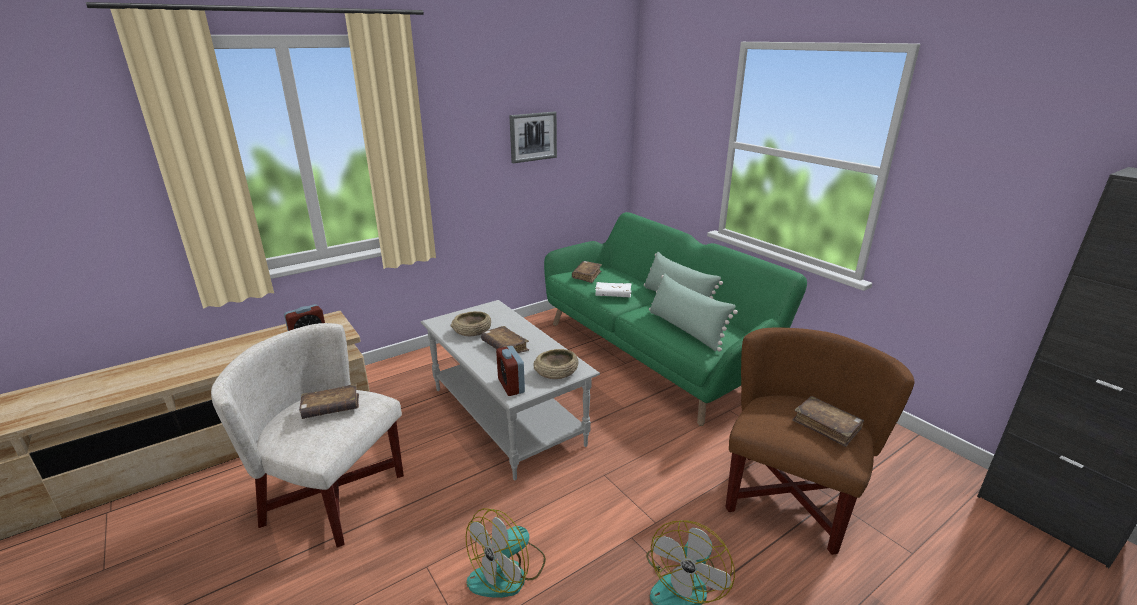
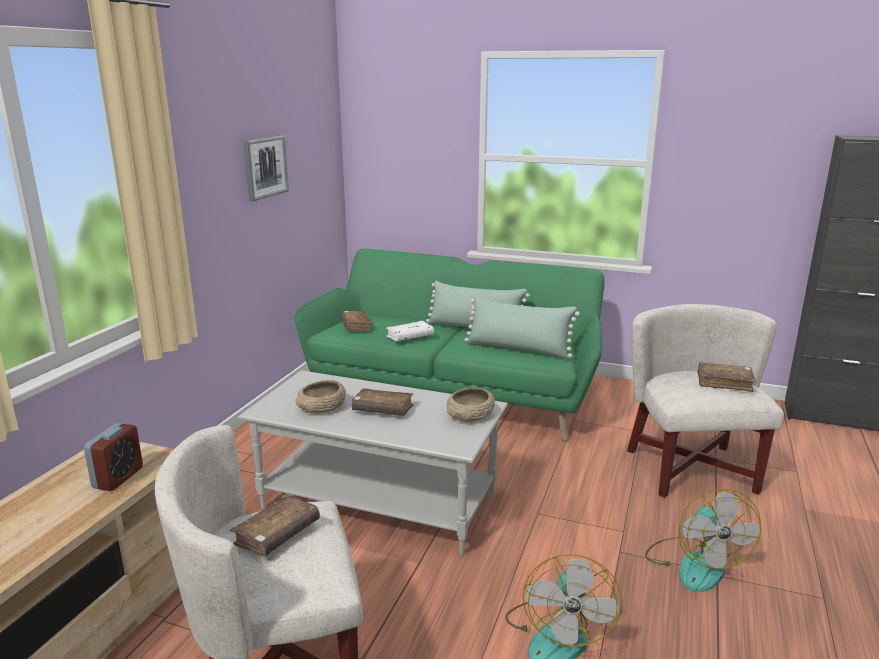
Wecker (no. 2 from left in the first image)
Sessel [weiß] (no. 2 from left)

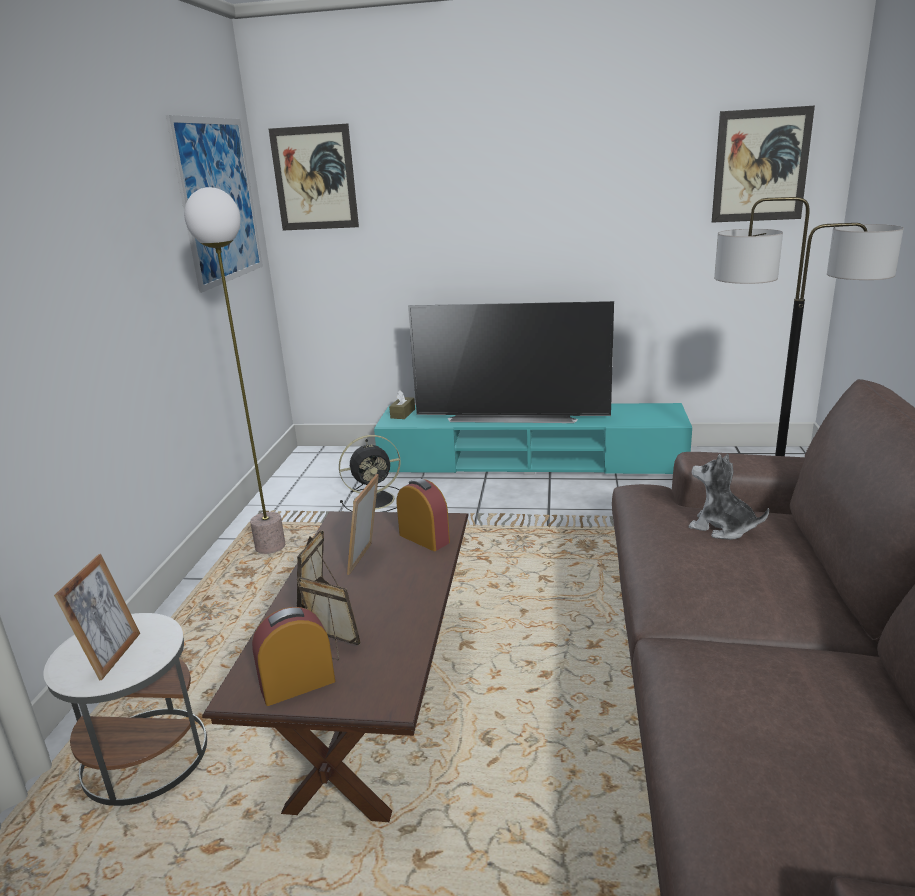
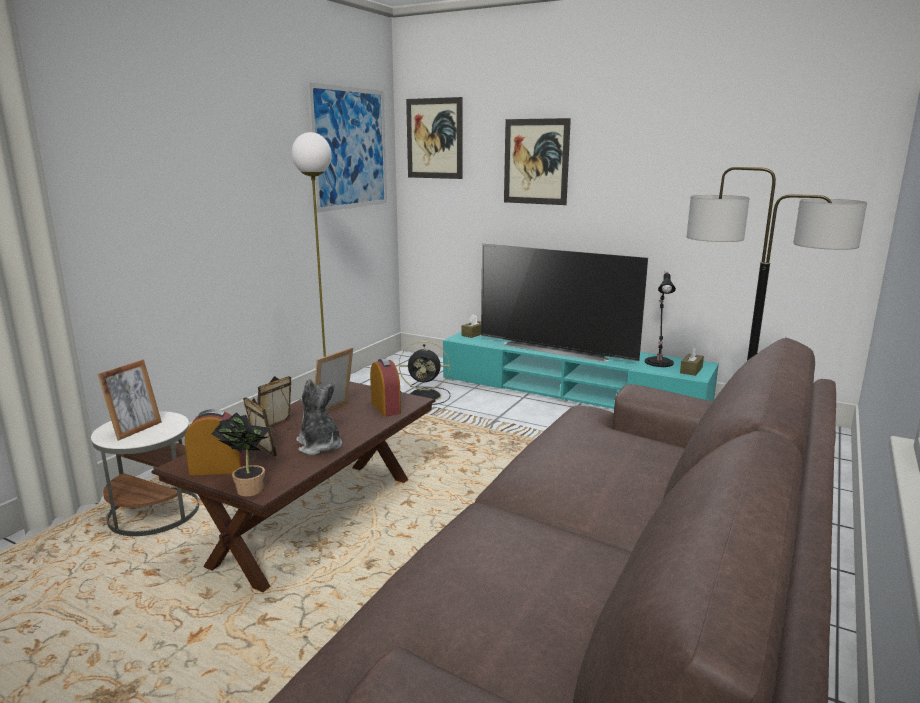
Plüschtier
Bild (no. 3 from left)
Topfpflanze
Tischlampe [schwarz]
Taschentuchbox [braun] (no. 2 from left)

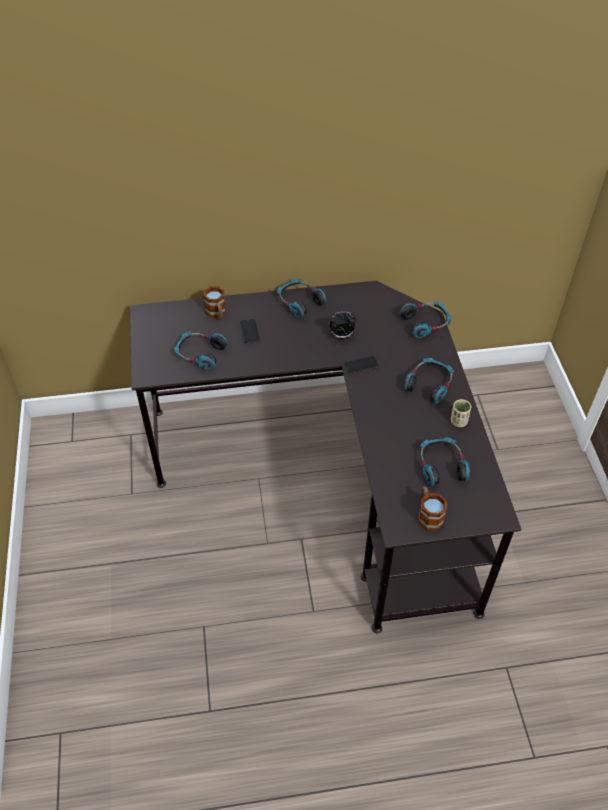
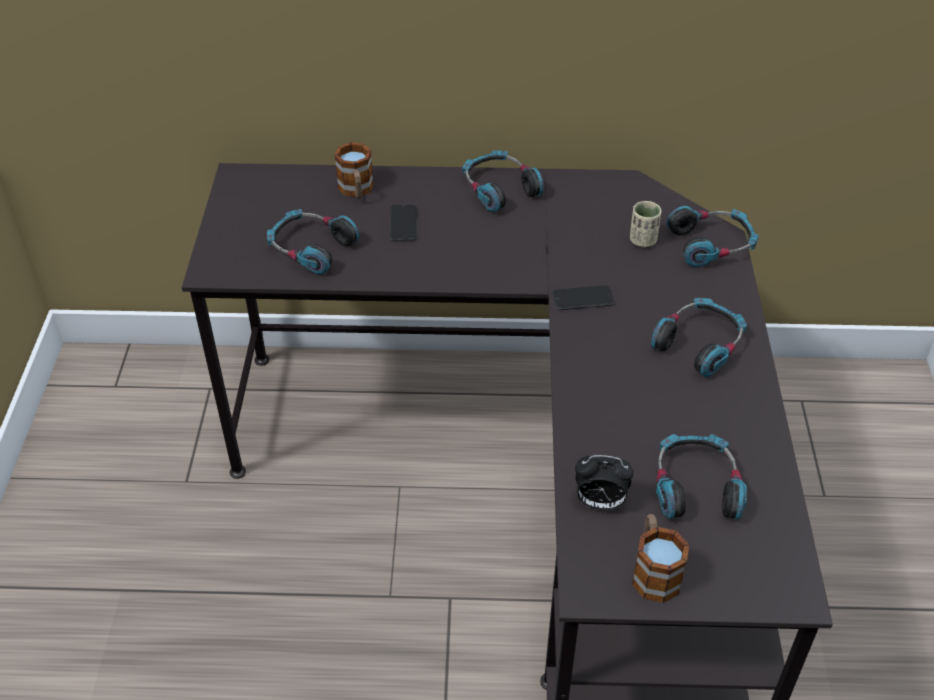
Wecker
Tasse [beige]

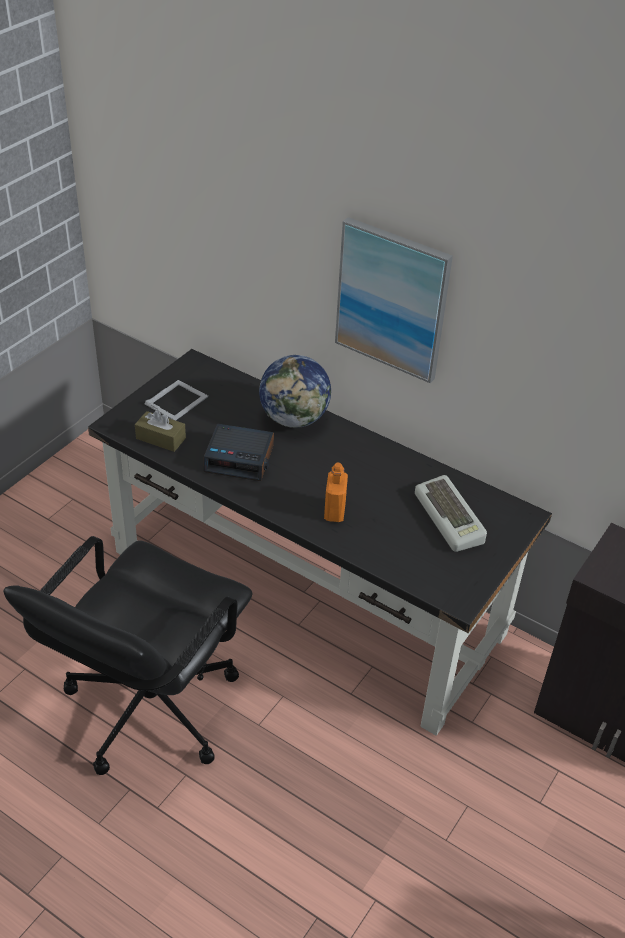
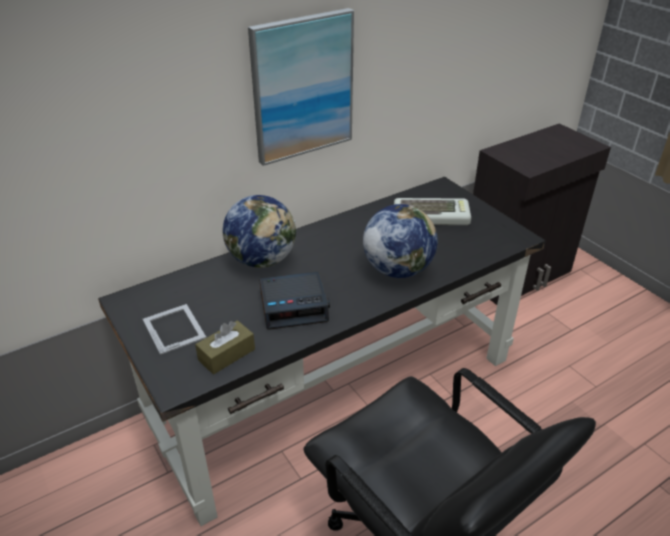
Wecker
Globus (no. 2 from left)

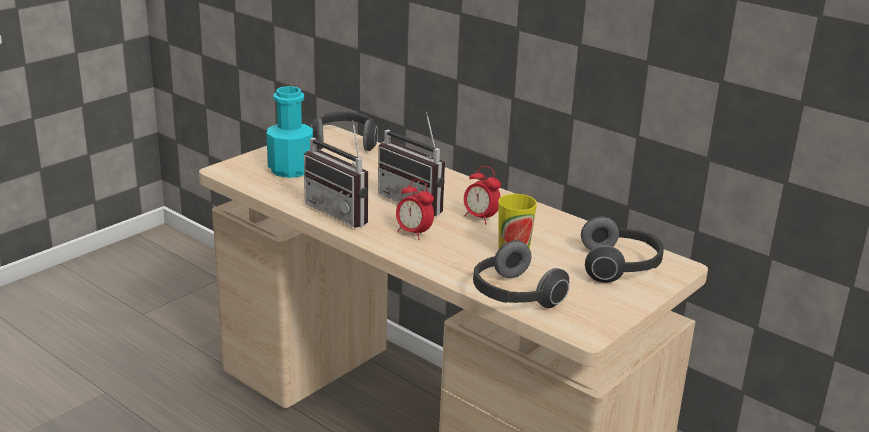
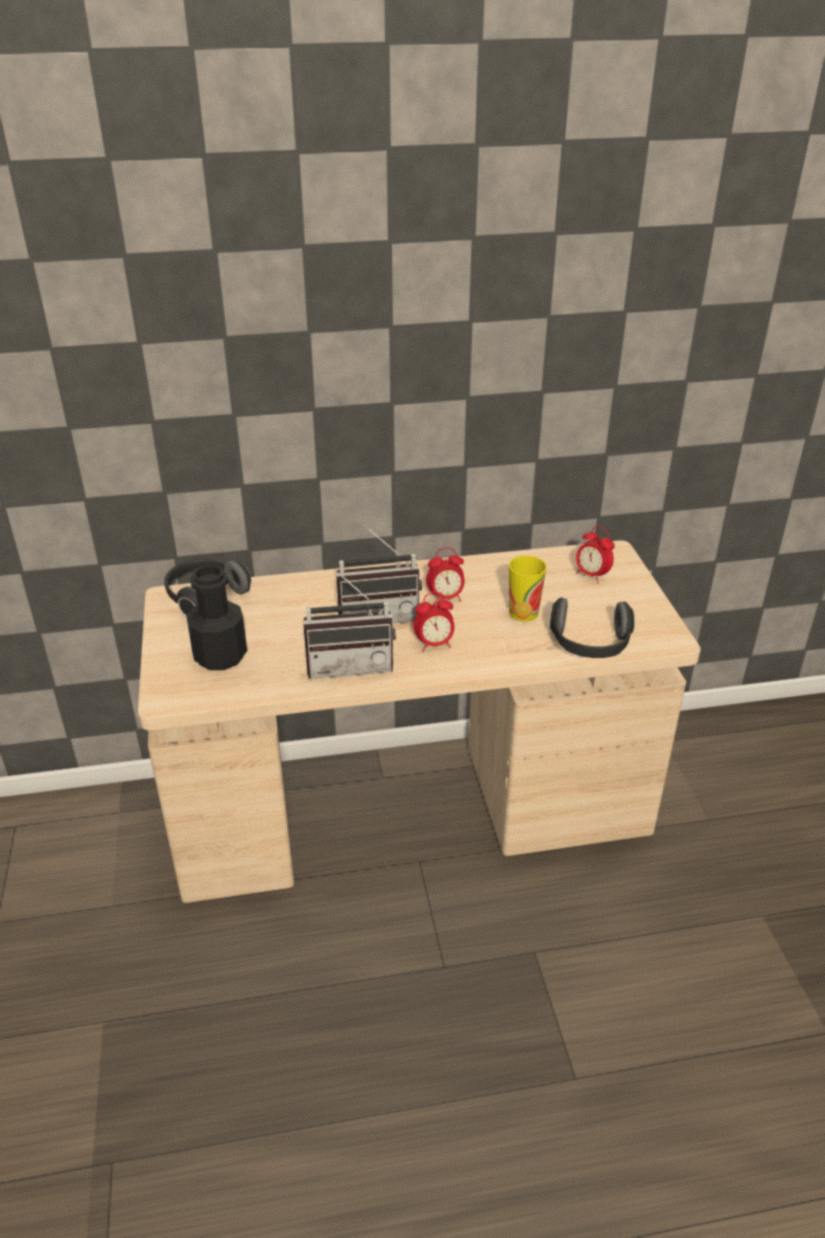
Flasche [schwarz]
Wecker (no. 3 from left)

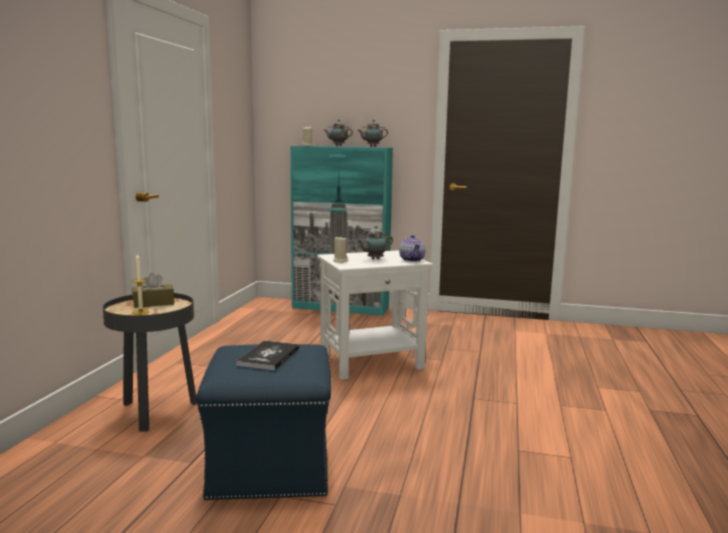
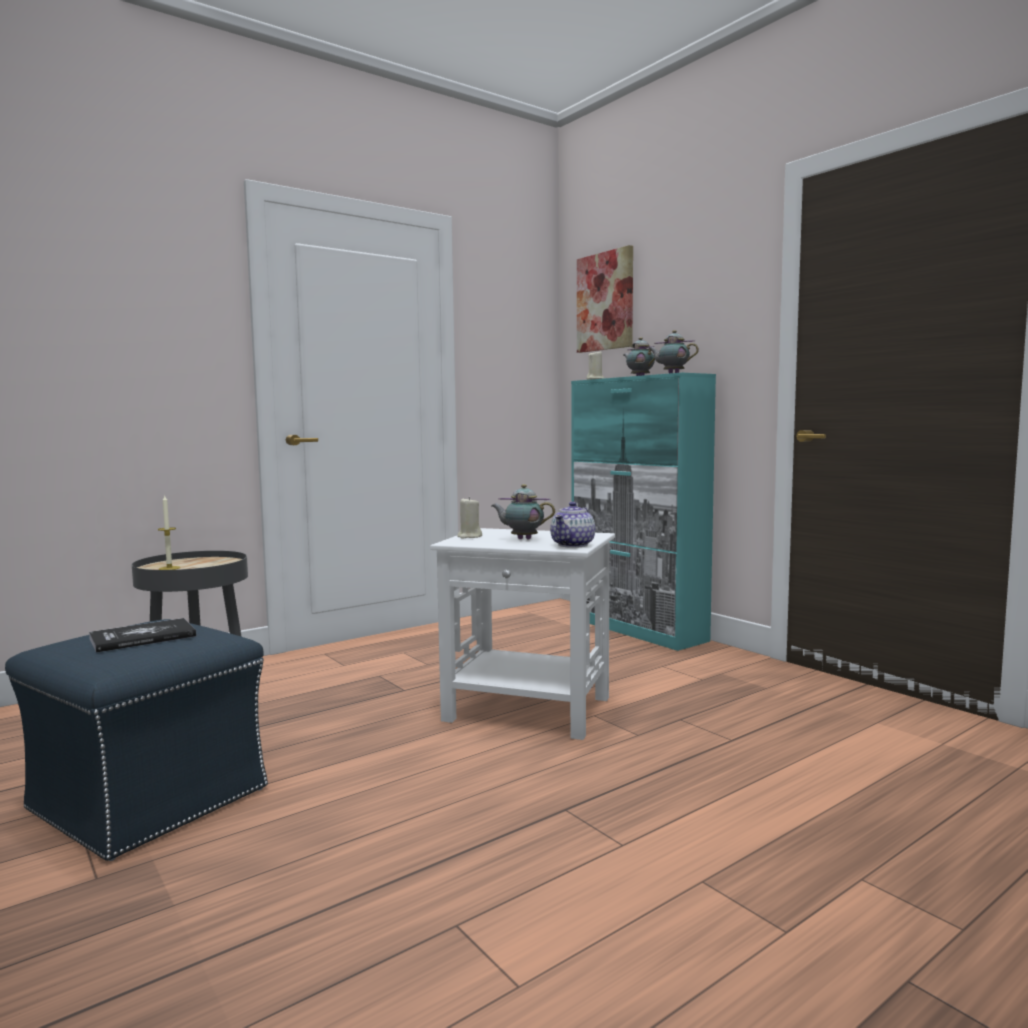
Taschentuchbox [braun]
Bild

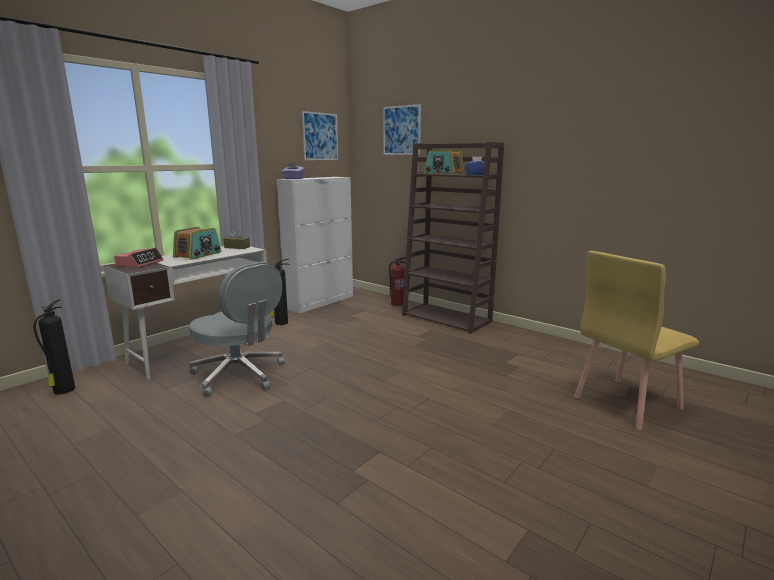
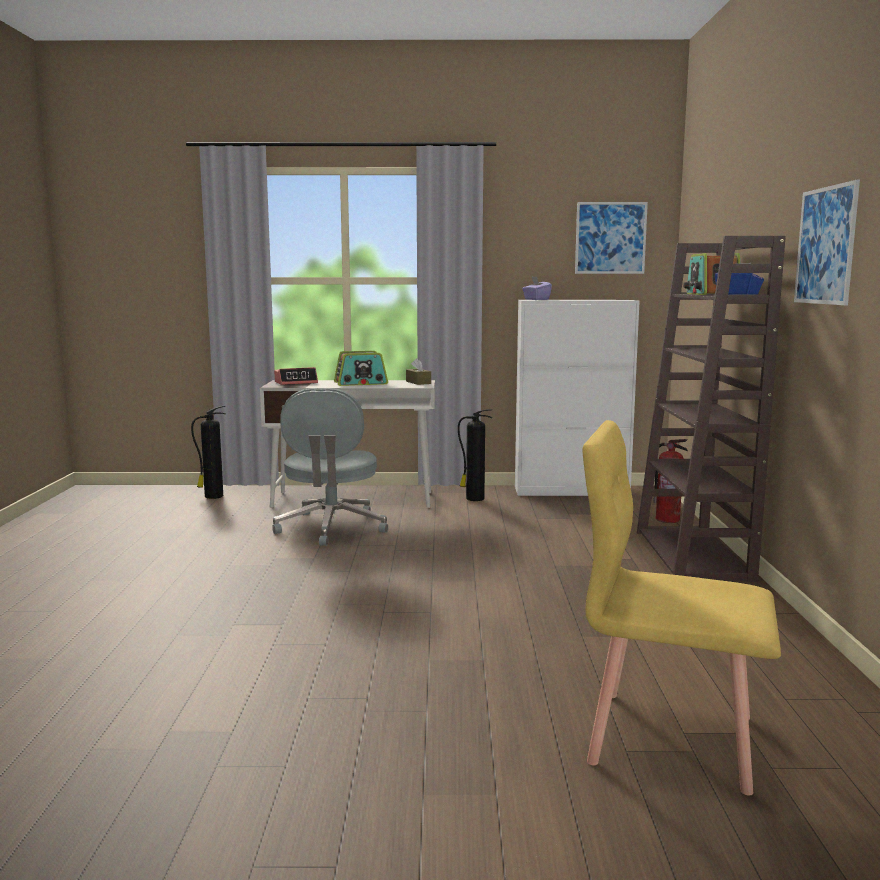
Bild (no. 2 from left)

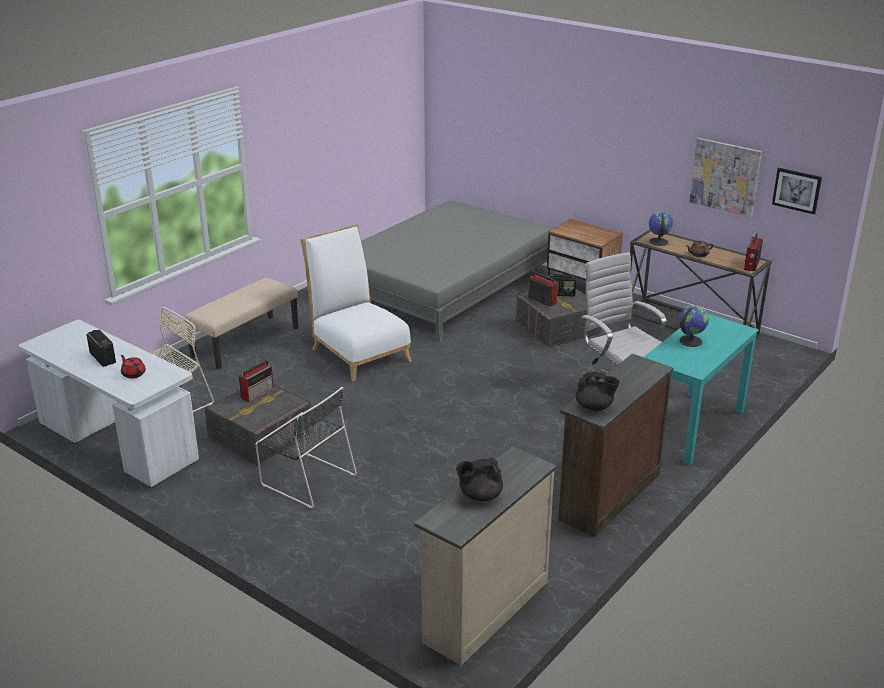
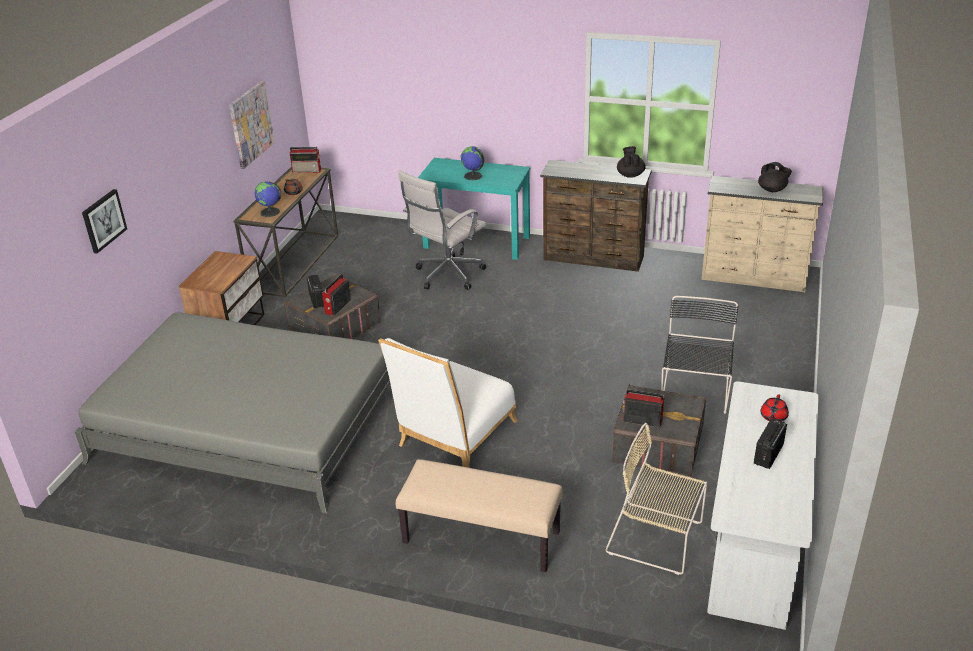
Bild (no. 1 from left)

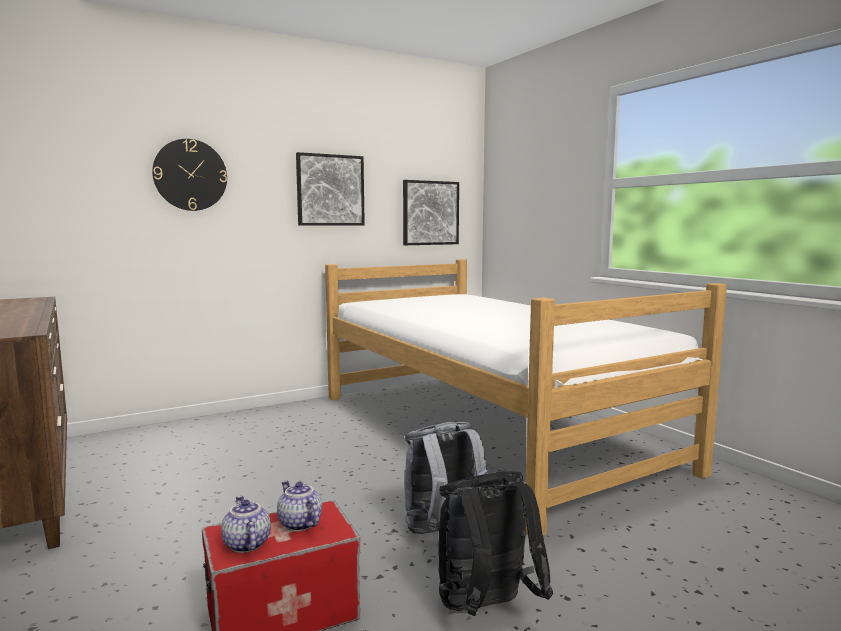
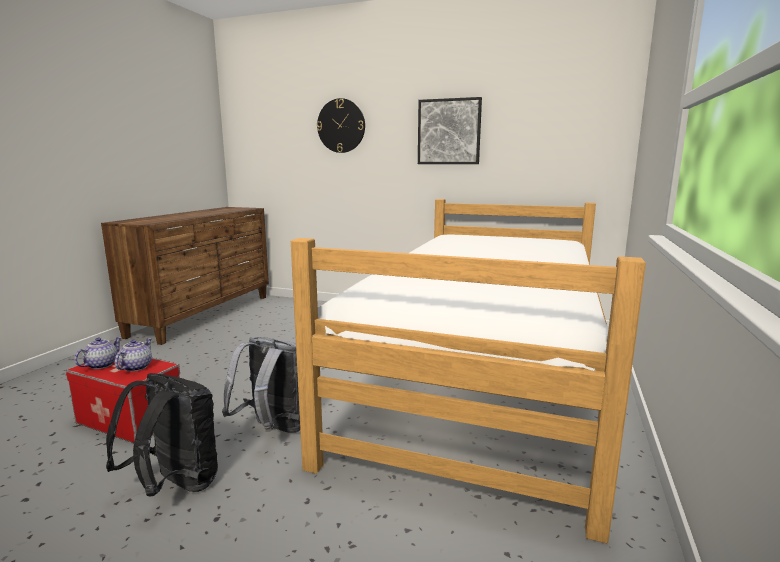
Bild (no. 2 from left in the first image)

